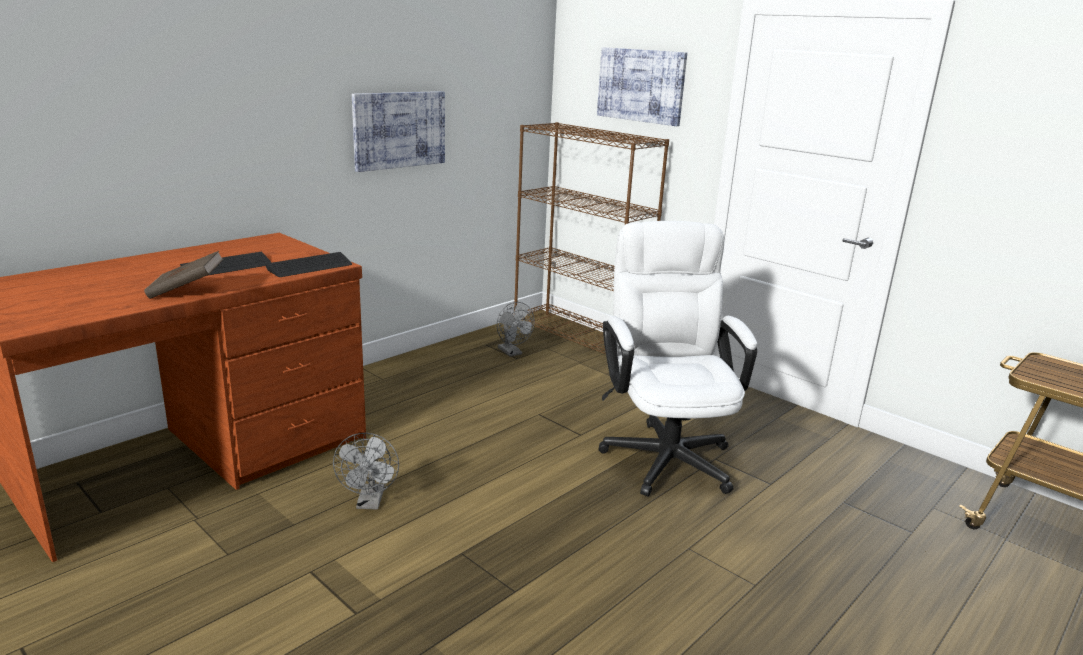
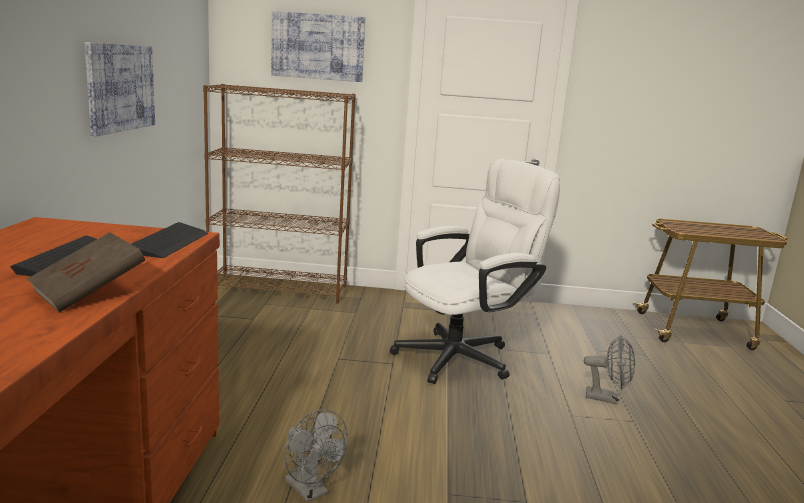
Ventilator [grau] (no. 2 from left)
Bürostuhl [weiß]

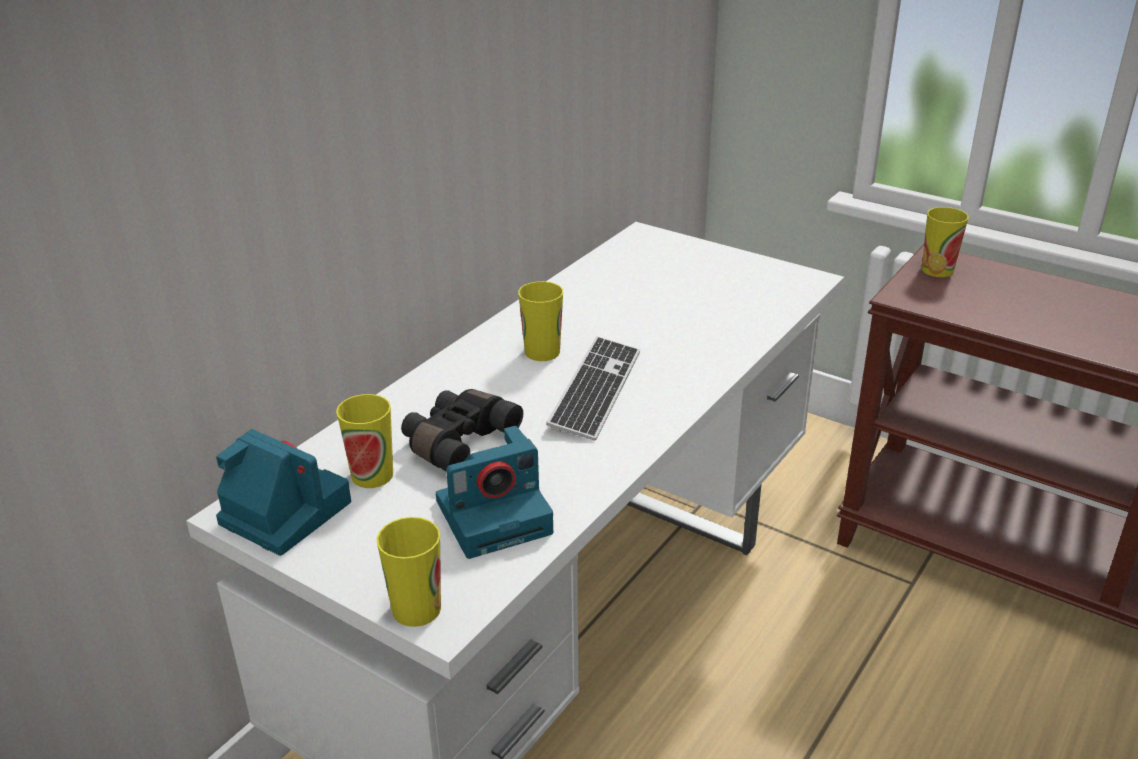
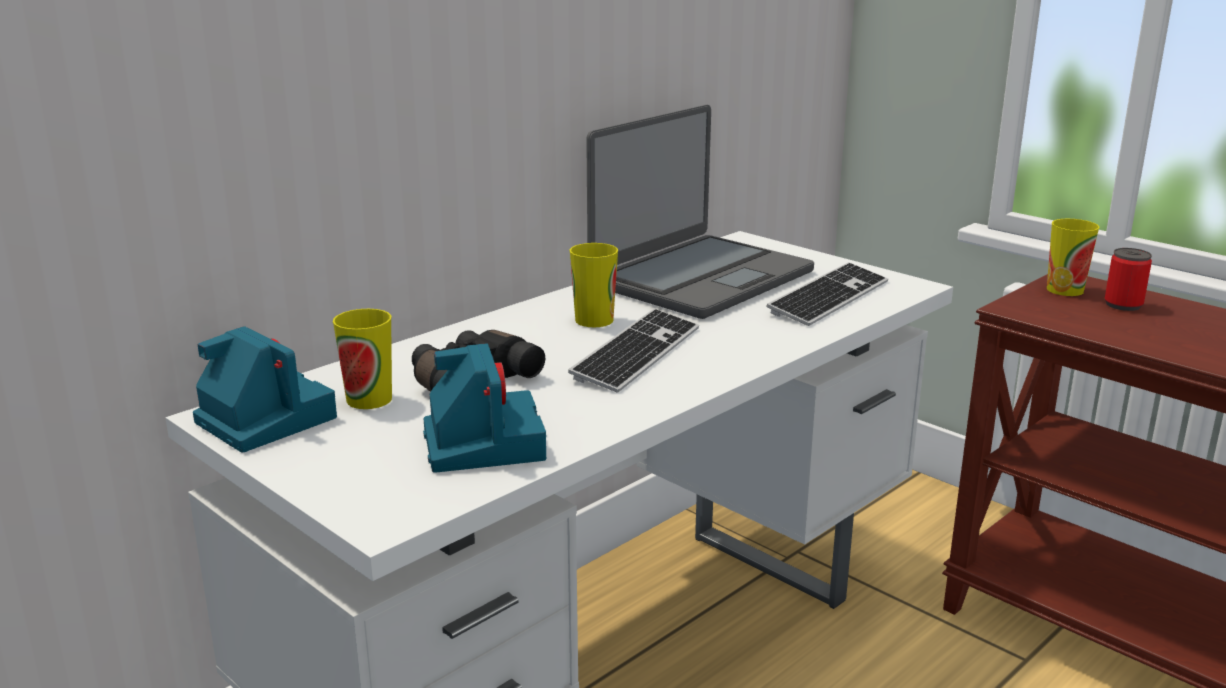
Tasse (no. 2 from left in the first image)
Kamera (no. 2 from left)
Laptop
Tastatur (no. 2 from left)
Dose

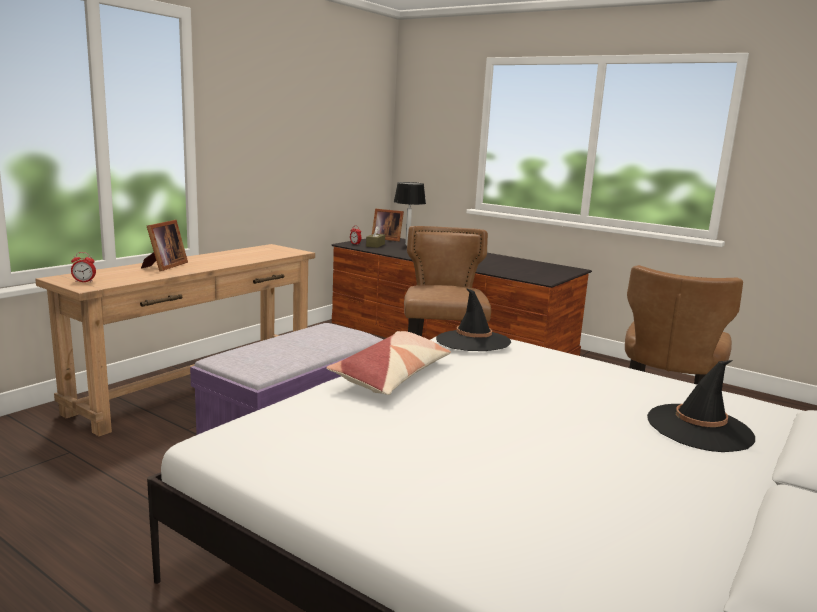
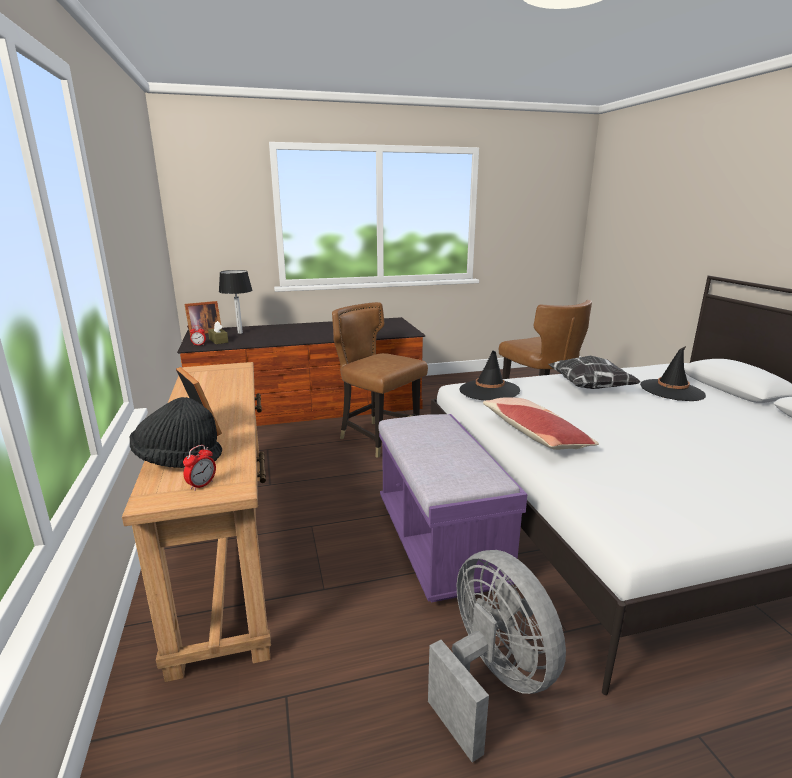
Hut [schwarz] (no. 1 from left)
Ventilator [grau]
Kissen (no. 2 from left)

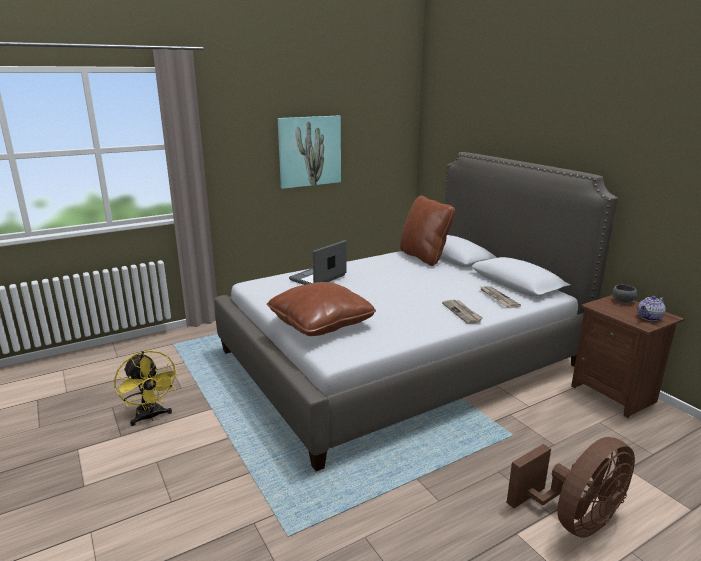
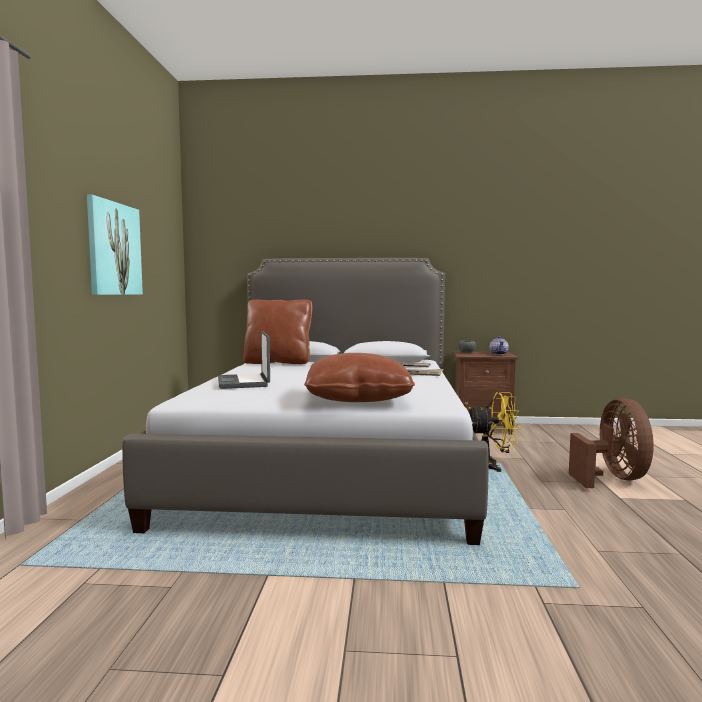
Ventilator [gelb]

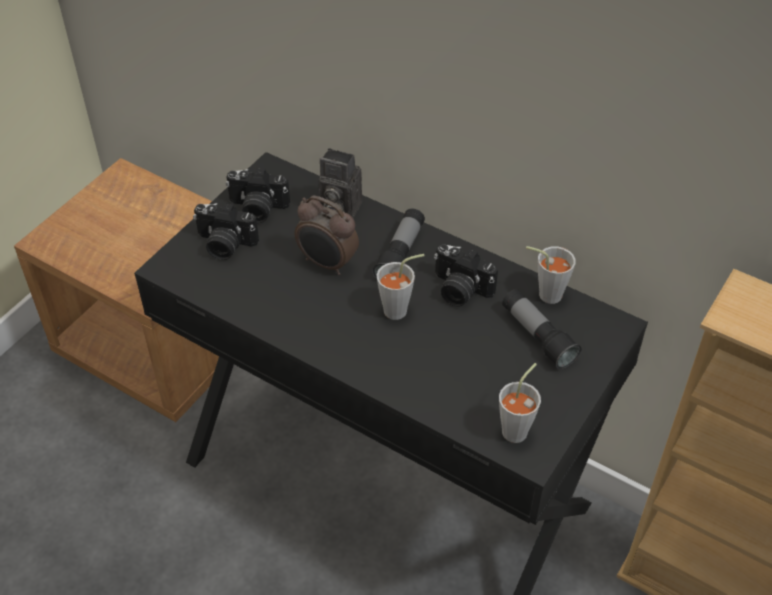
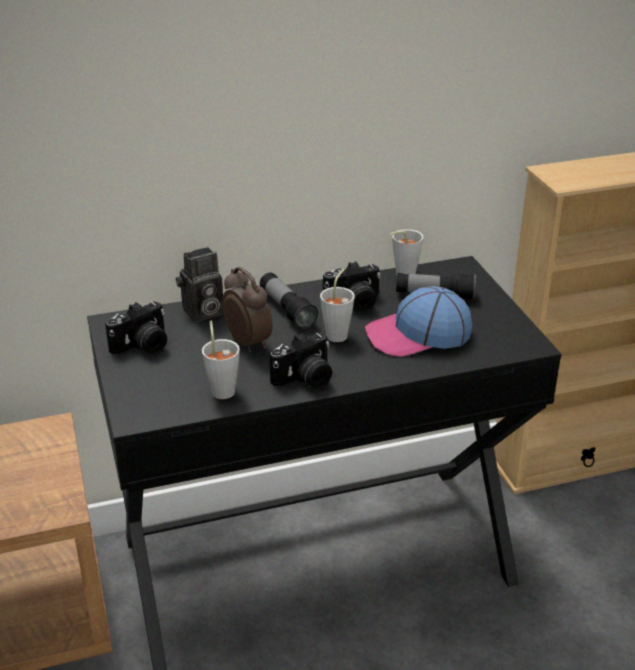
Kamera (no. 3 from left)
Wecker
Tasse [grau] (no. 1 from left)
Kappe

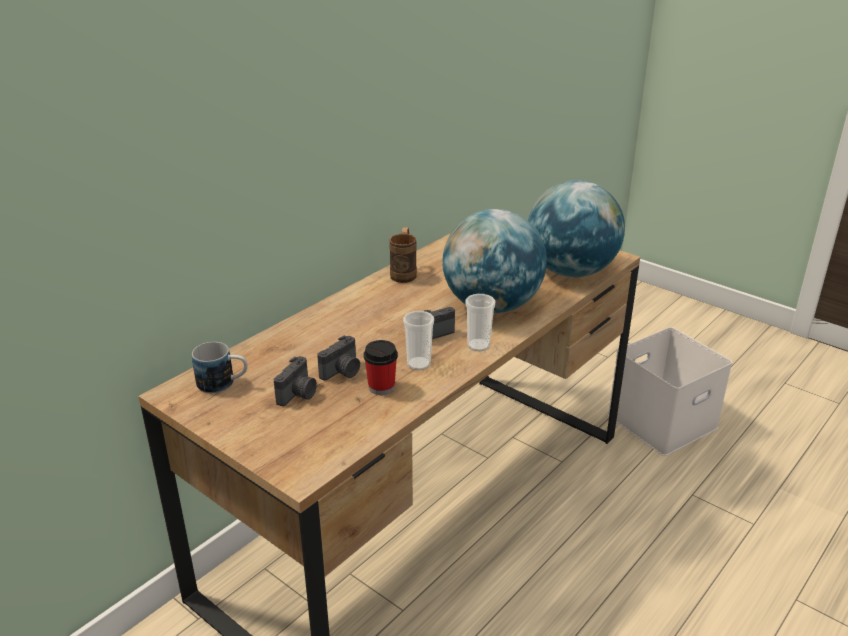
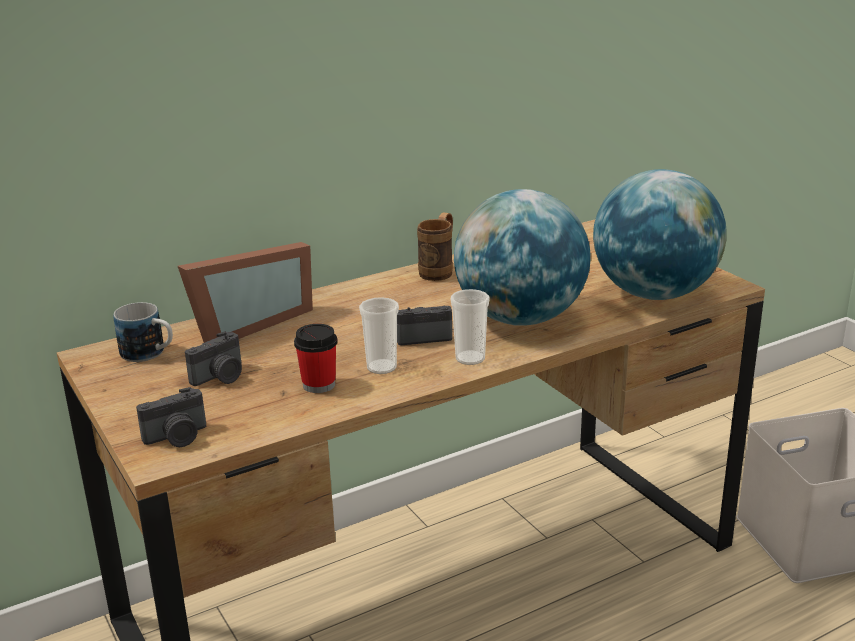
Kamera (no. 1 from left)
Bilderrahmen

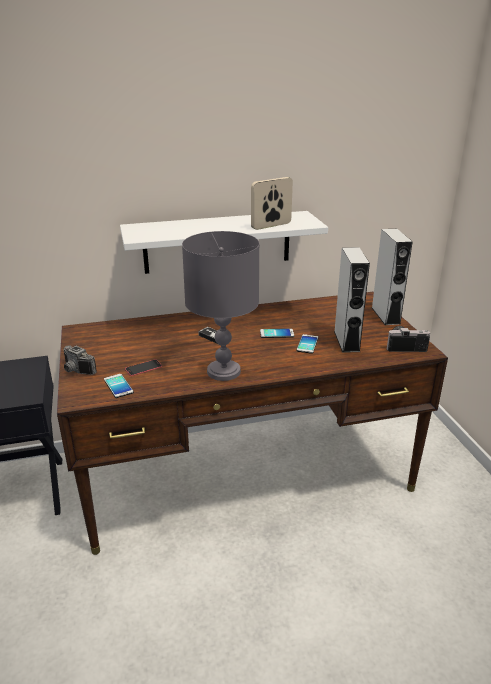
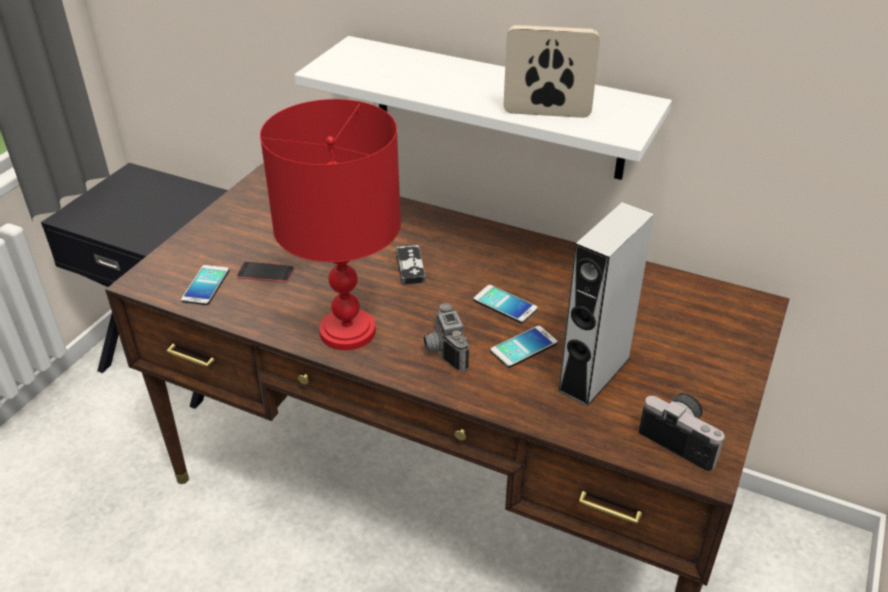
Kamera (no. 1 from left)
Tischlampe [rot]
Lautsprecher [grau] (no. 2 from left in the first image)

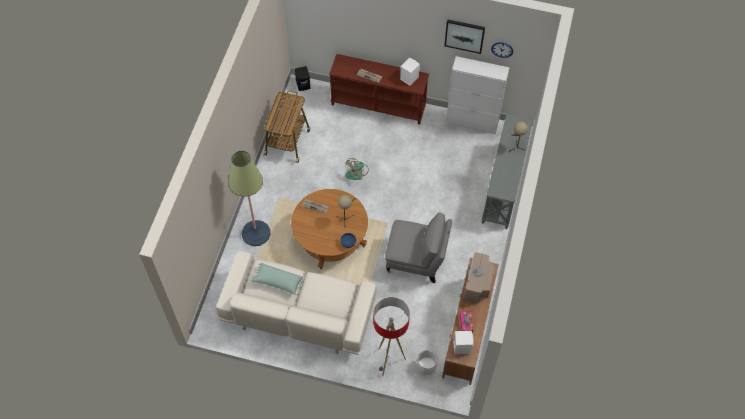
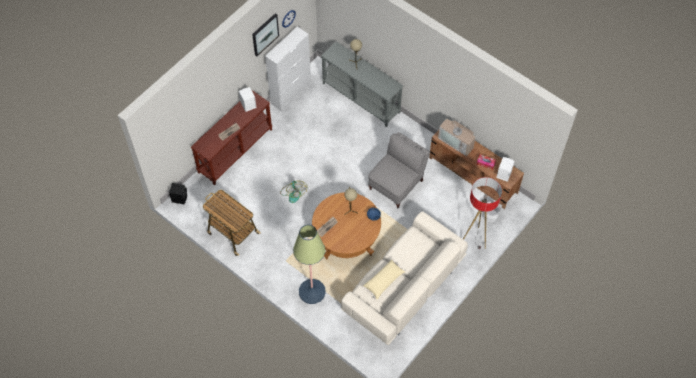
Kissen [beige]

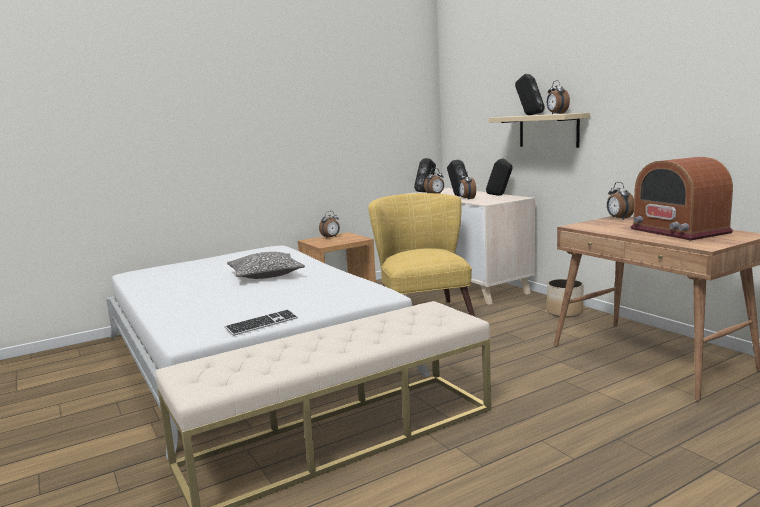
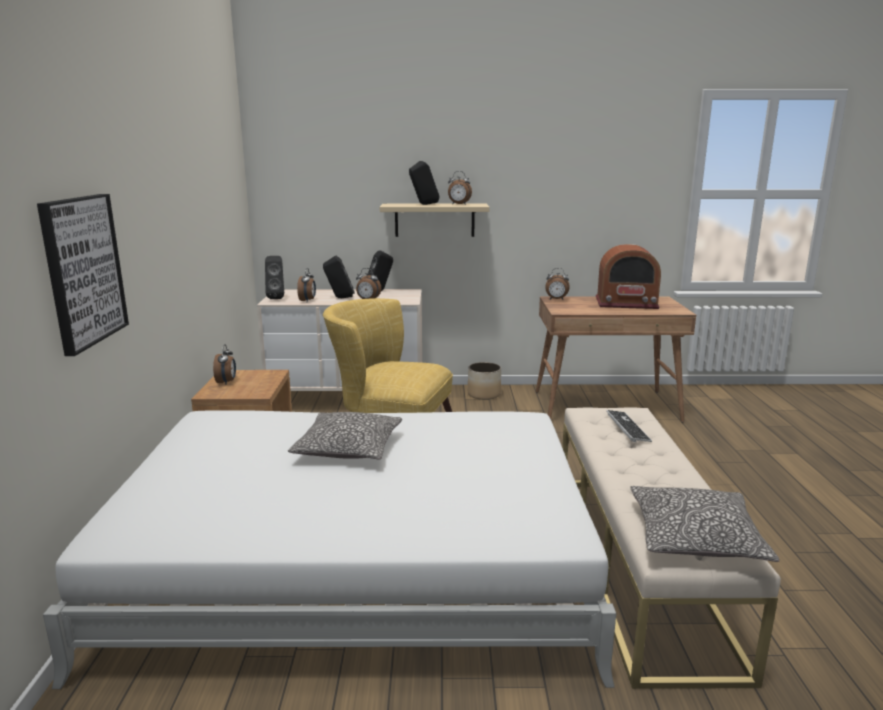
Tastatur
Bild
Kissen (no. 2 from left)

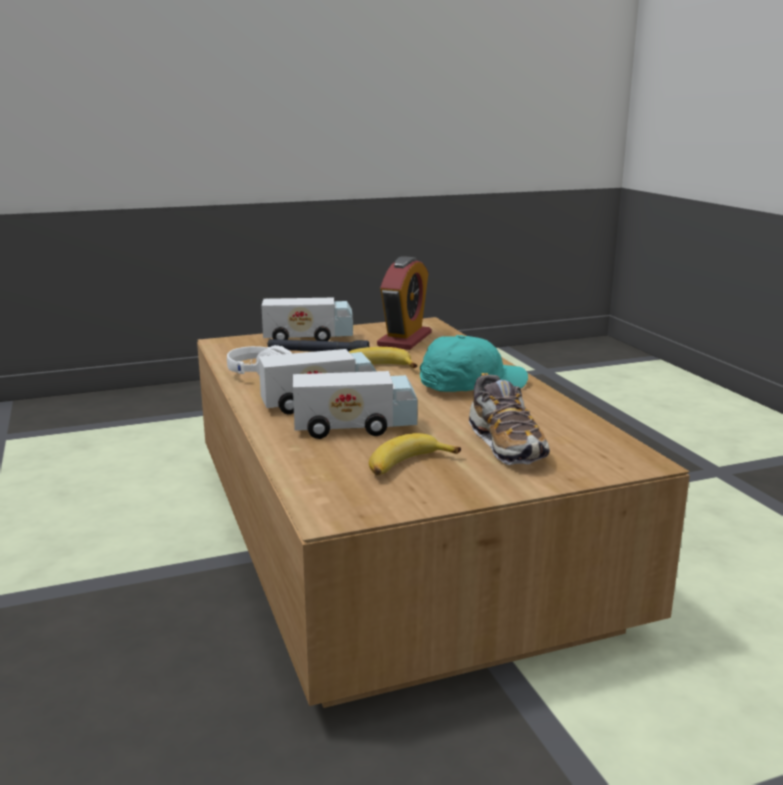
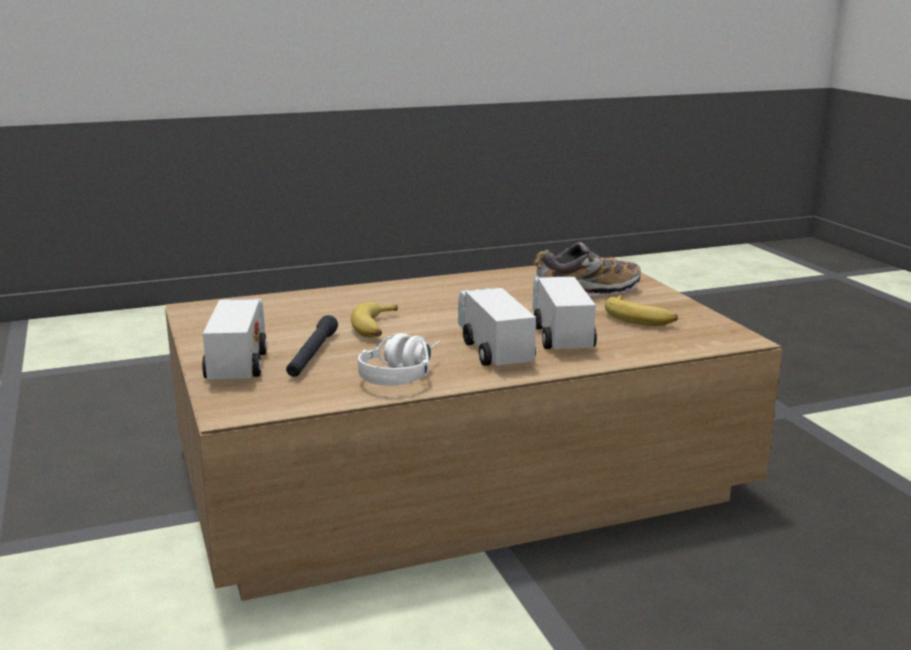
Wecker
Kappe [türkis]

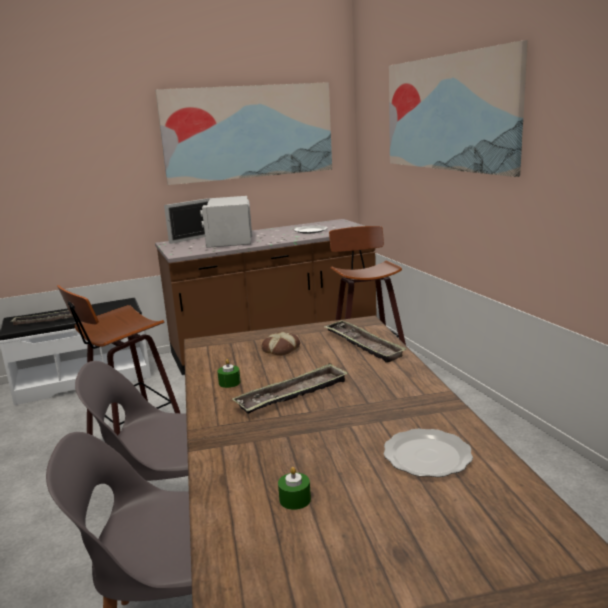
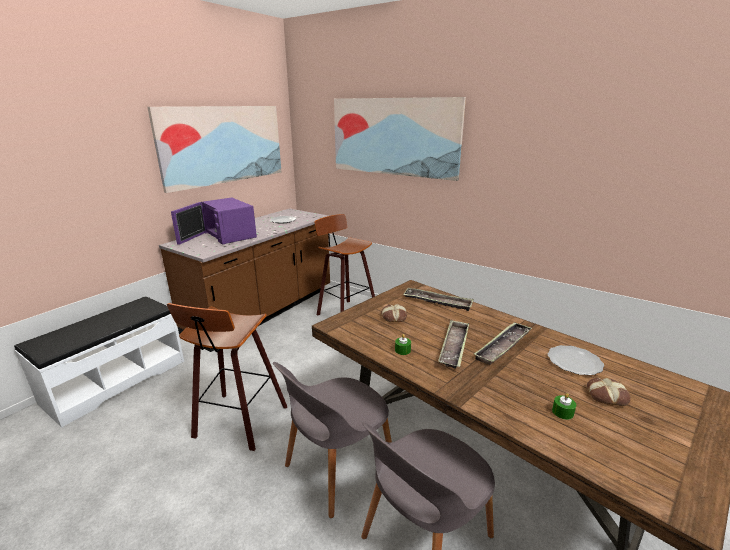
Tablett (no. 3 from left)
Mikrowelle [lila]
Brot (no. 2 from left)

